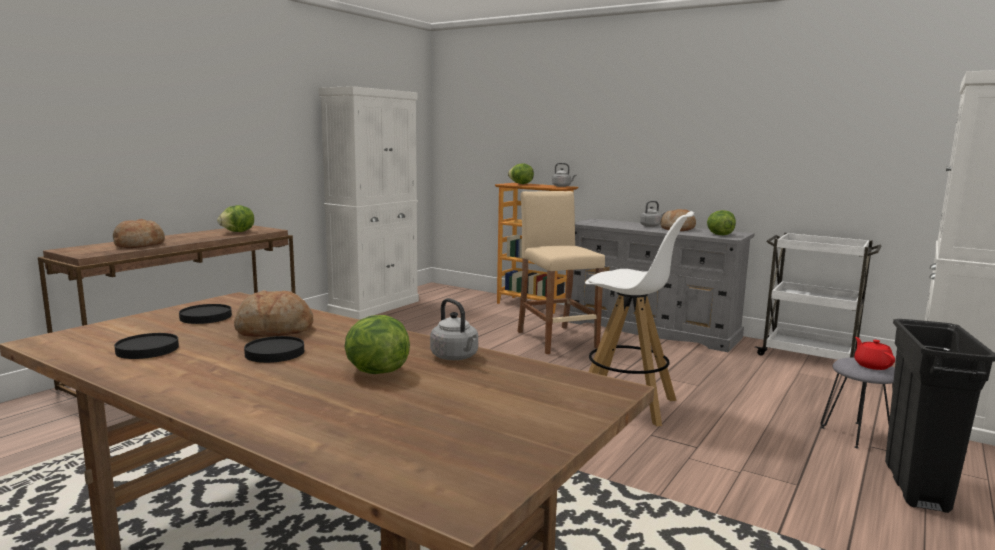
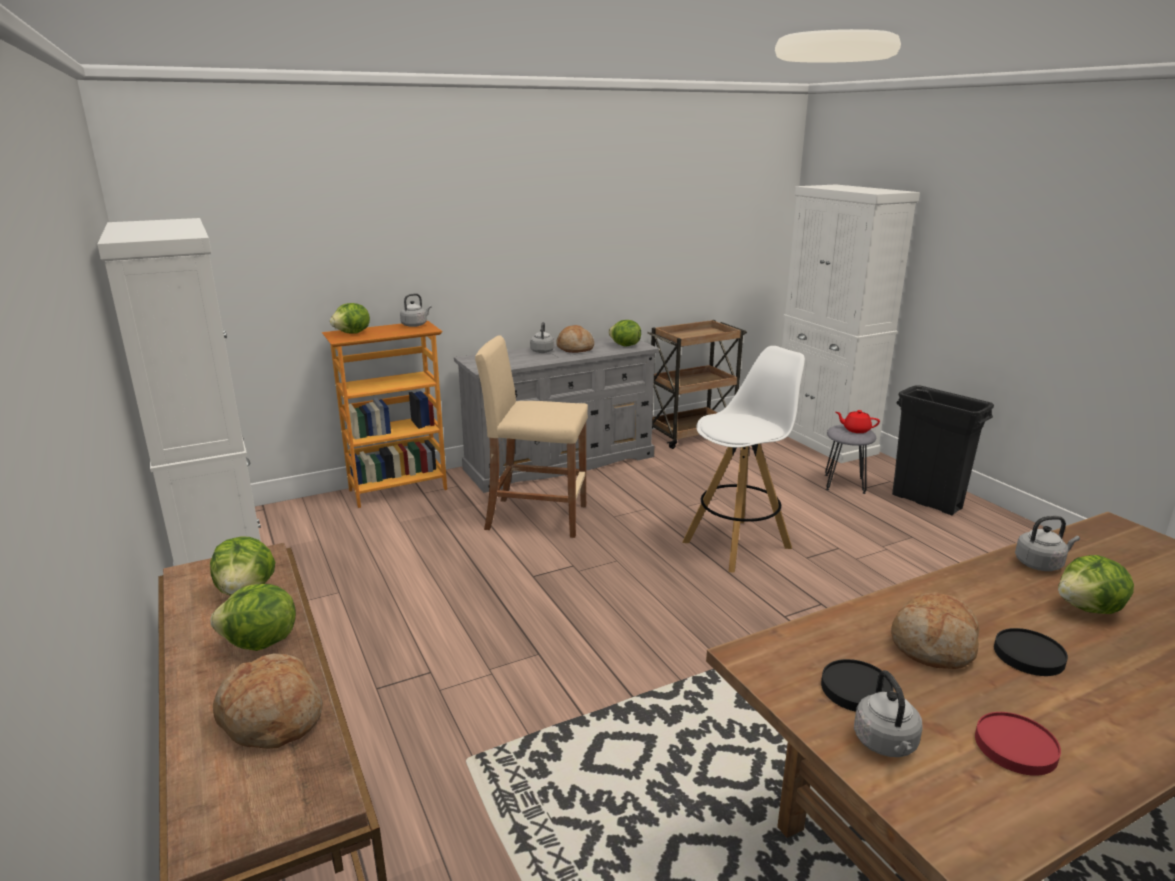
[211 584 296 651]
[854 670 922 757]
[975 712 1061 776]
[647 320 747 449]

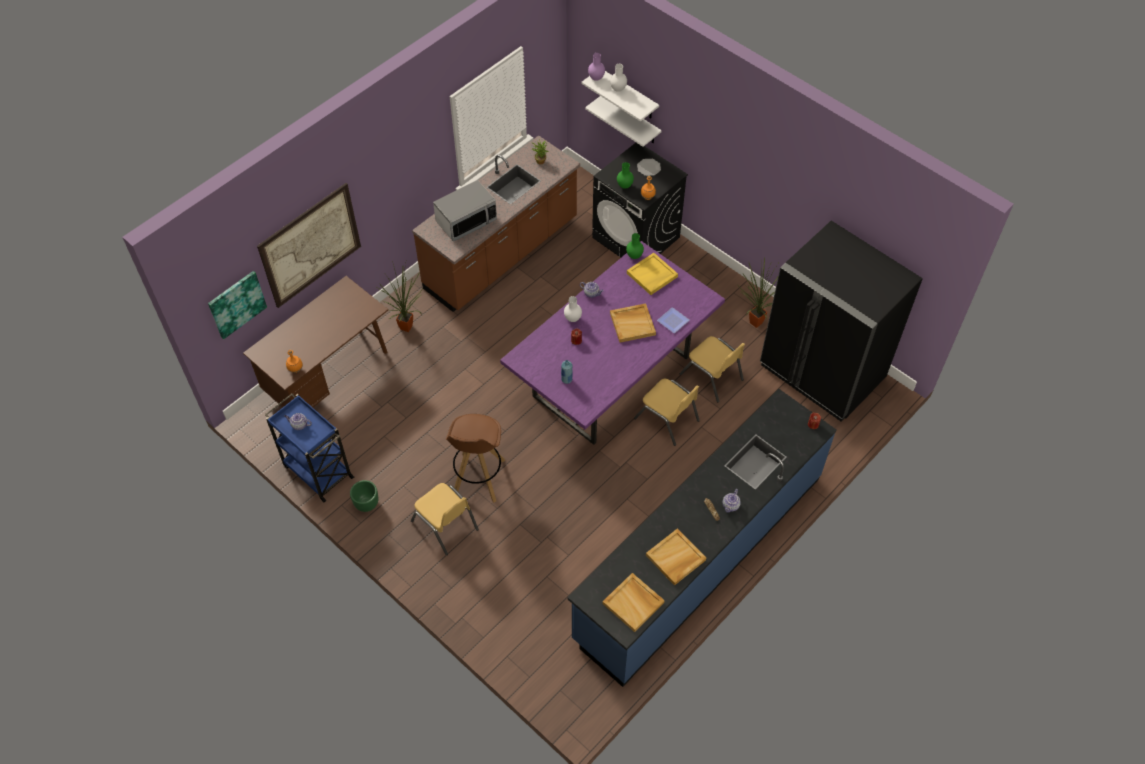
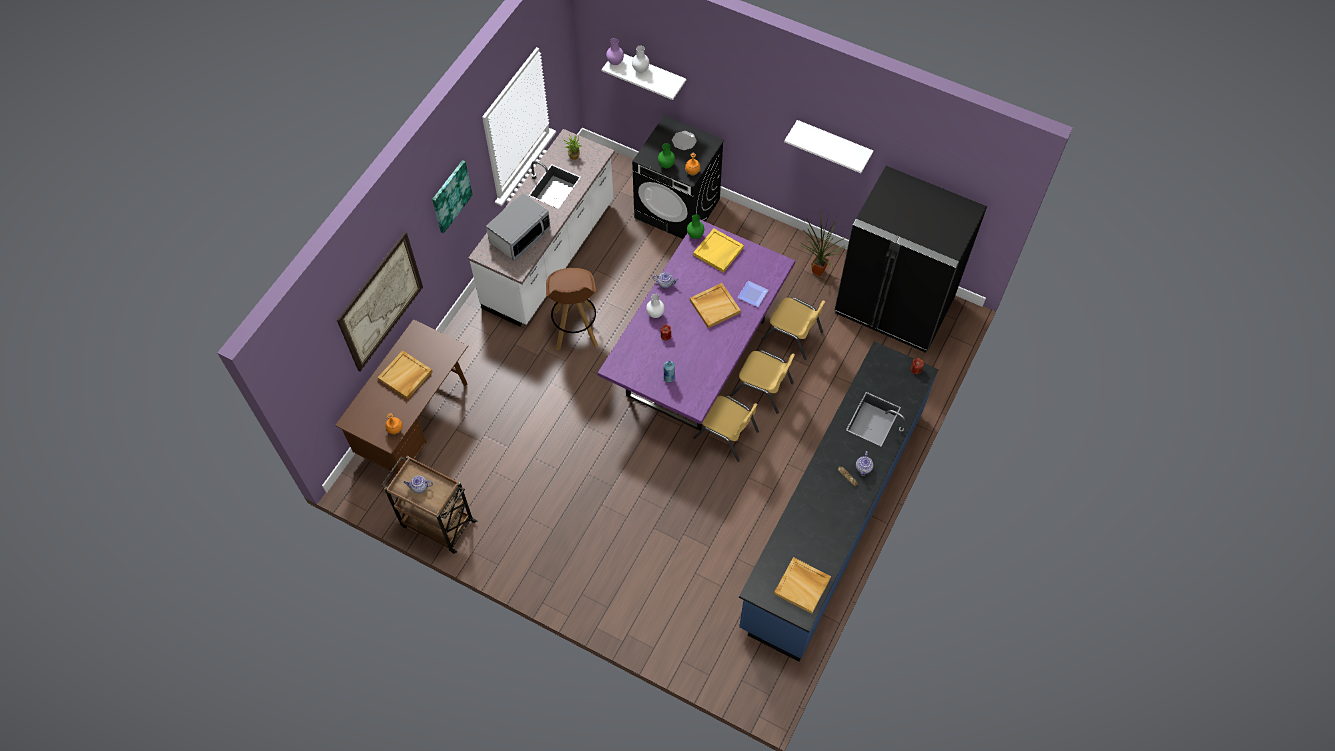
[350 480 378 512] (first image)
[375 259 423 332] (first image)
[432 160 473 234]
[693 396 759 462]
[546 268 598 351]
[784 120 874 173]
[377 350 433 399]
[381 455 477 554]
[468 129 615 327]

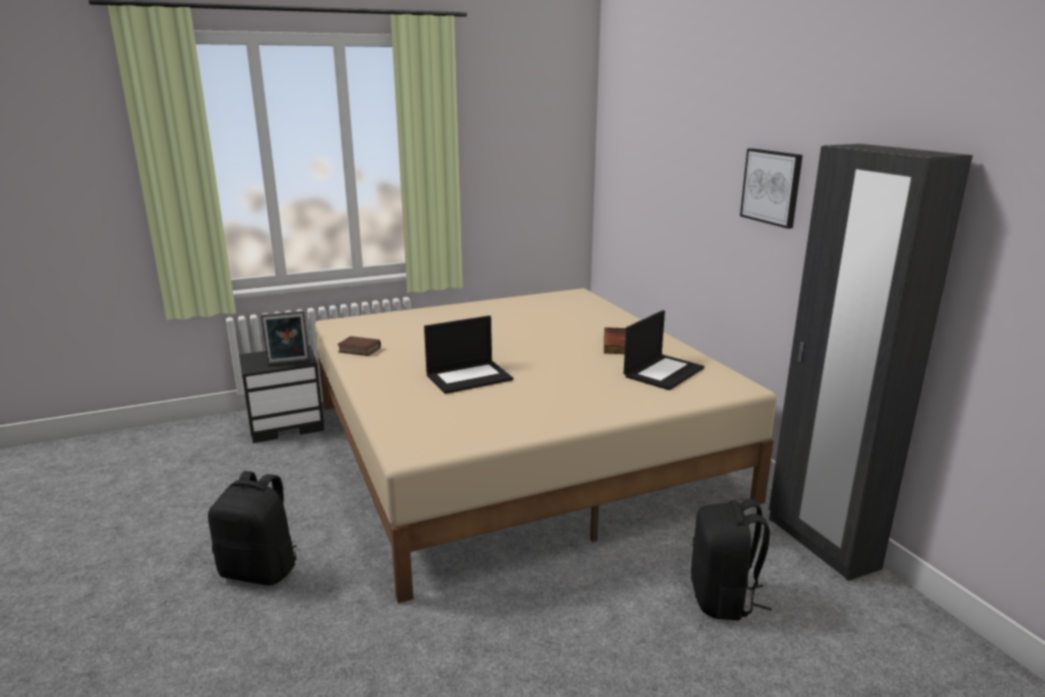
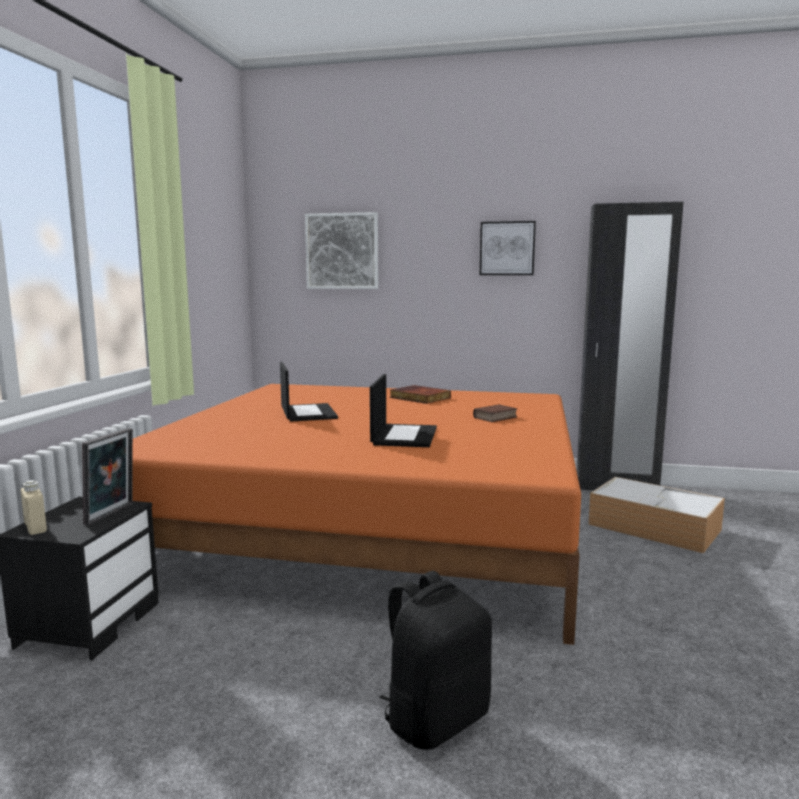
[21 480 47 535]
[305 212 378 289]
[473 405 517 422]
[280 362 338 422]
[588 477 725 553]
[132 384 581 645]

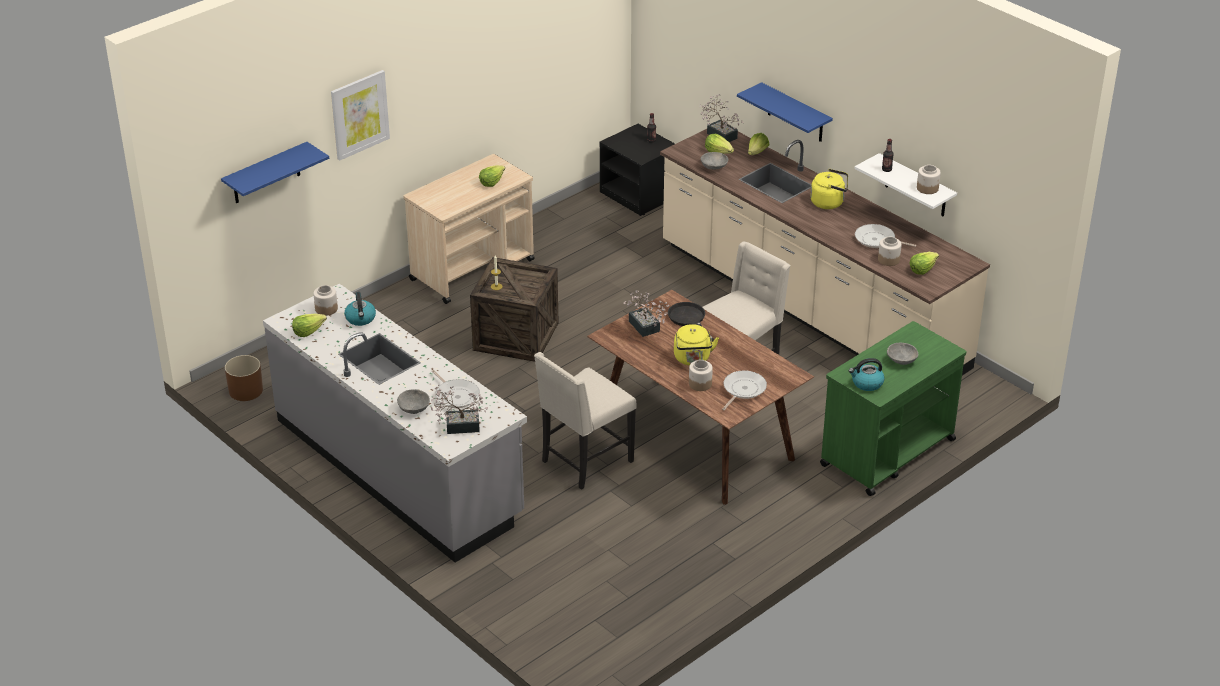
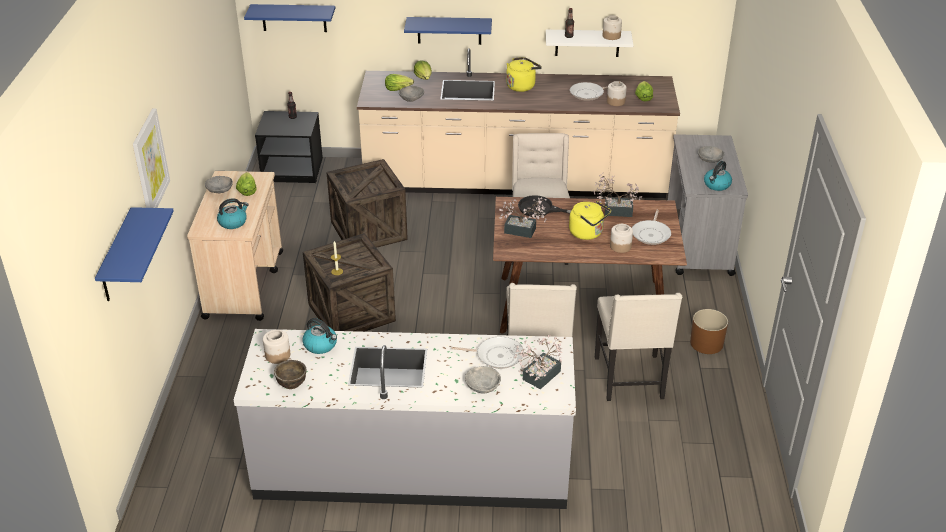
[205 176 233 193]
[217 198 249 229]
[244 4 335 32]
[326 159 408 248]
[595 293 682 401]
[690 309 728 354]
[593 173 642 217]
[274 360 307 389]
[667 134 748 276]
[632 210 671 245]

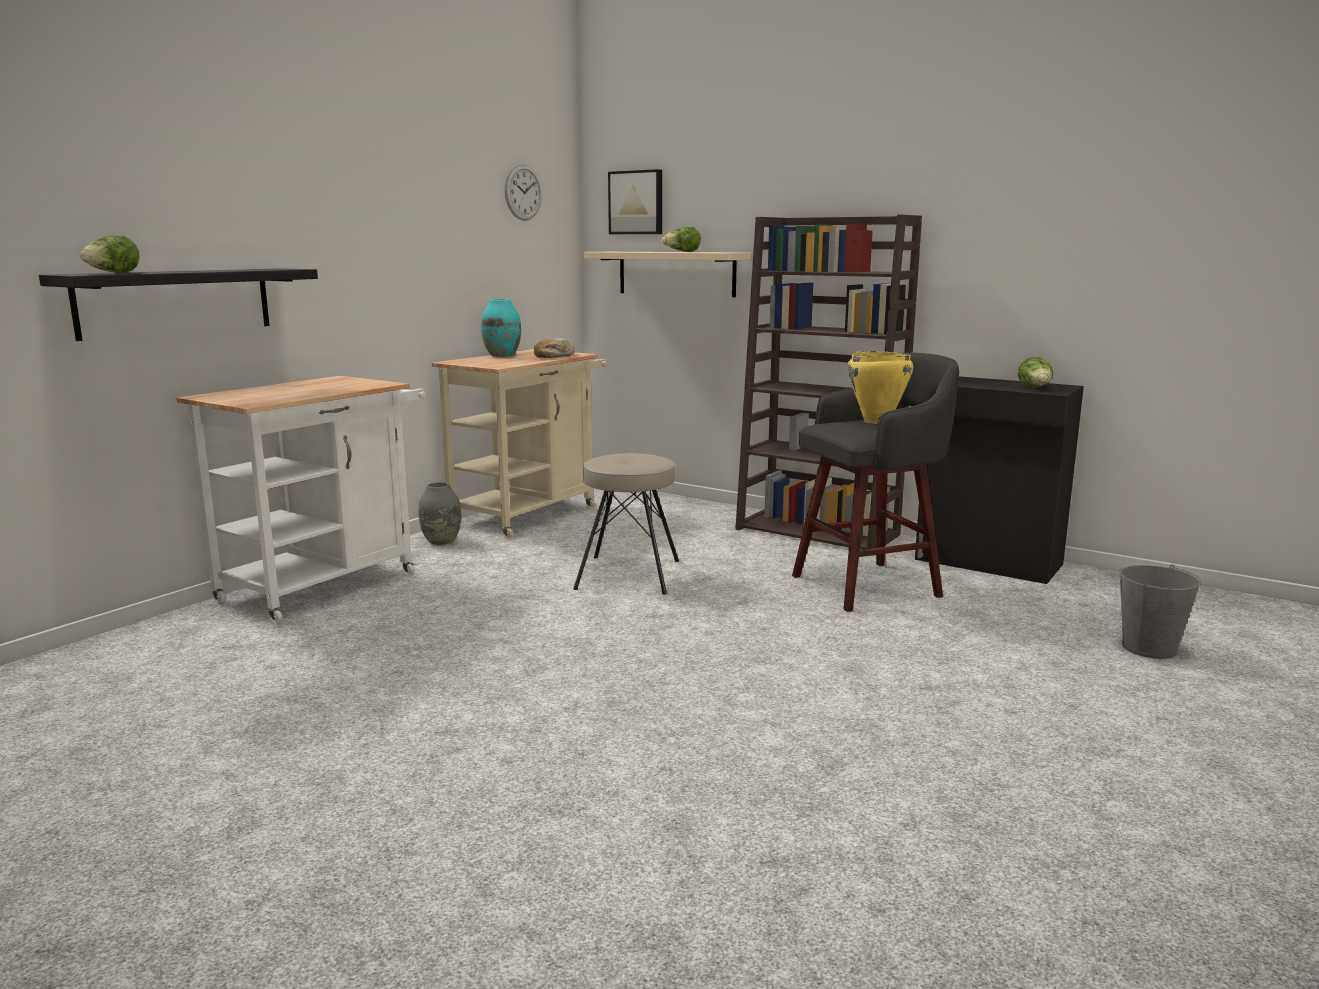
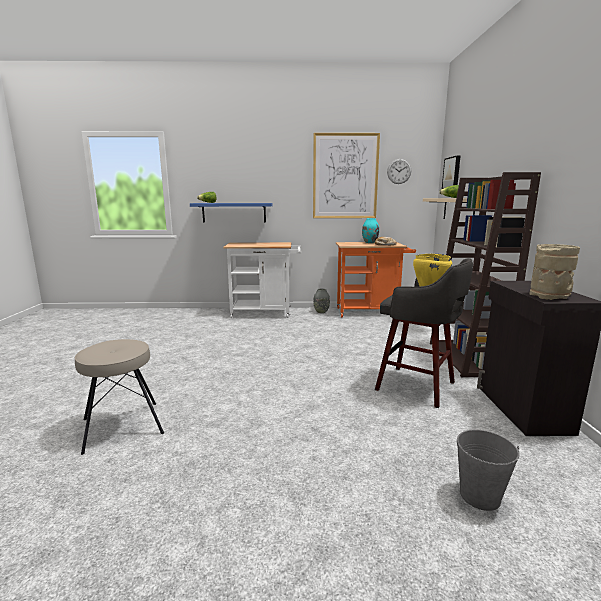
[313 133 380 218]
[75 339 164 455]
[530 244 580 300]
[190 203 273 223]
[336 242 416 318]

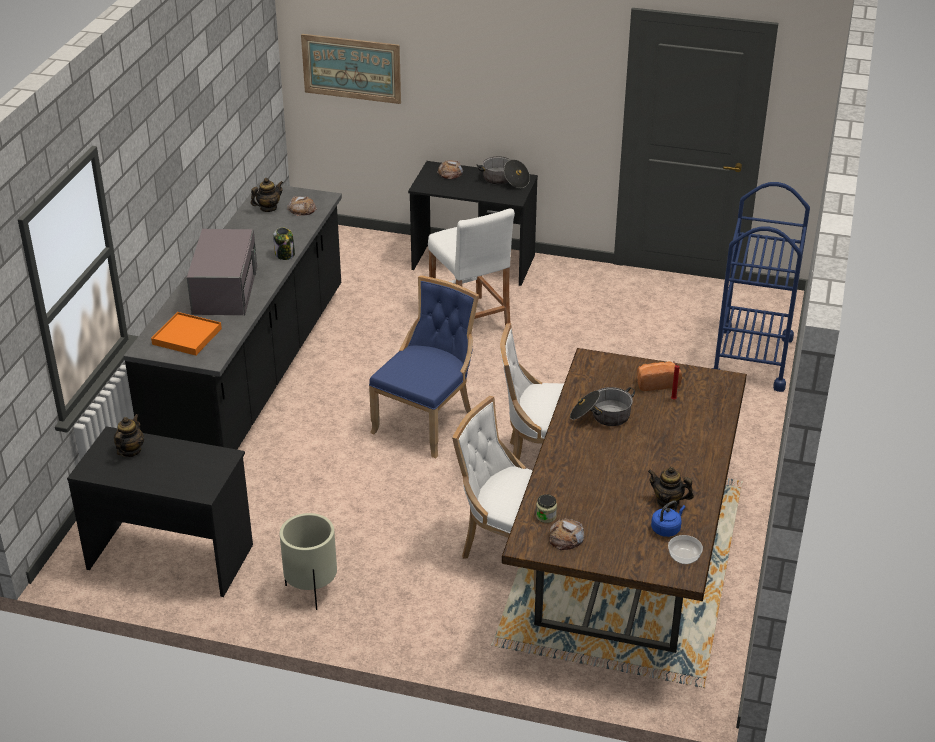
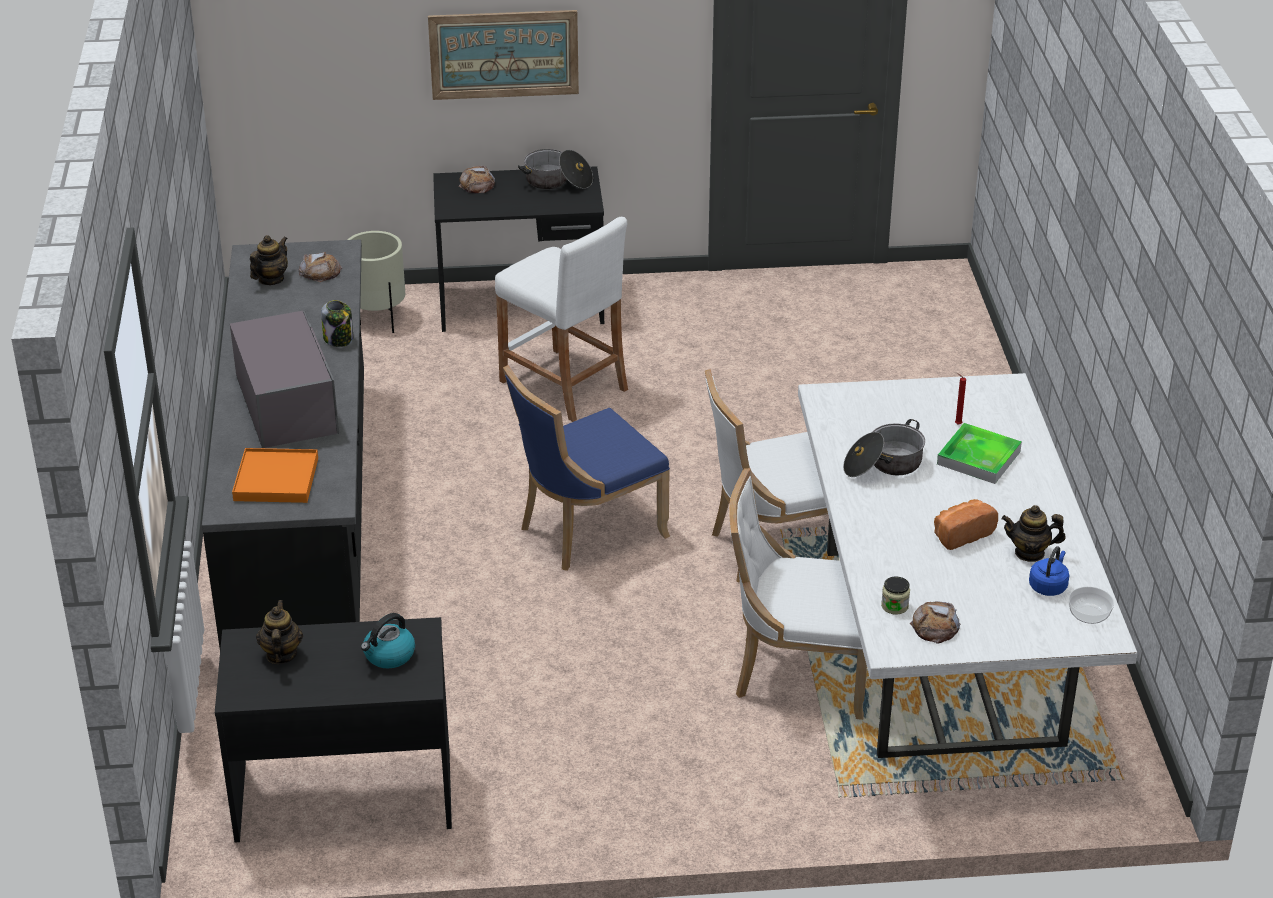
[712 182 810 392] (first image)
[361 613 415 668]
[937 423 1022 484]
[347 231 405 333]
[428 10 579 100]
[934 499 998 550]
[798 373 1138 758]
[503 365 670 571]

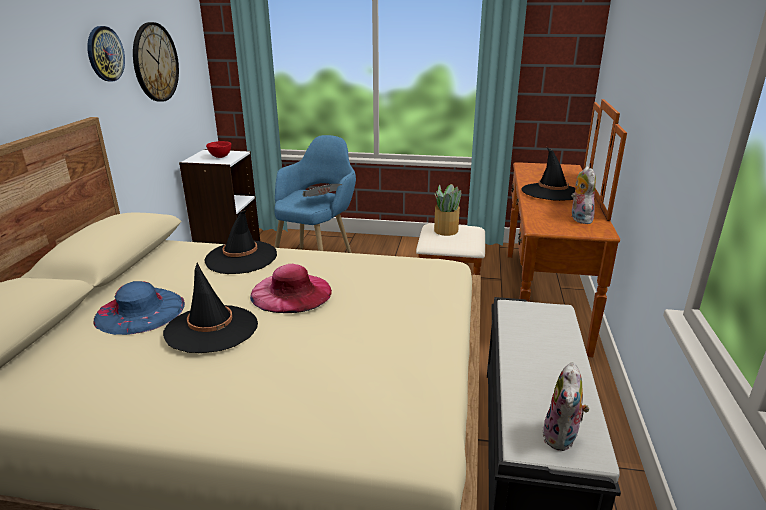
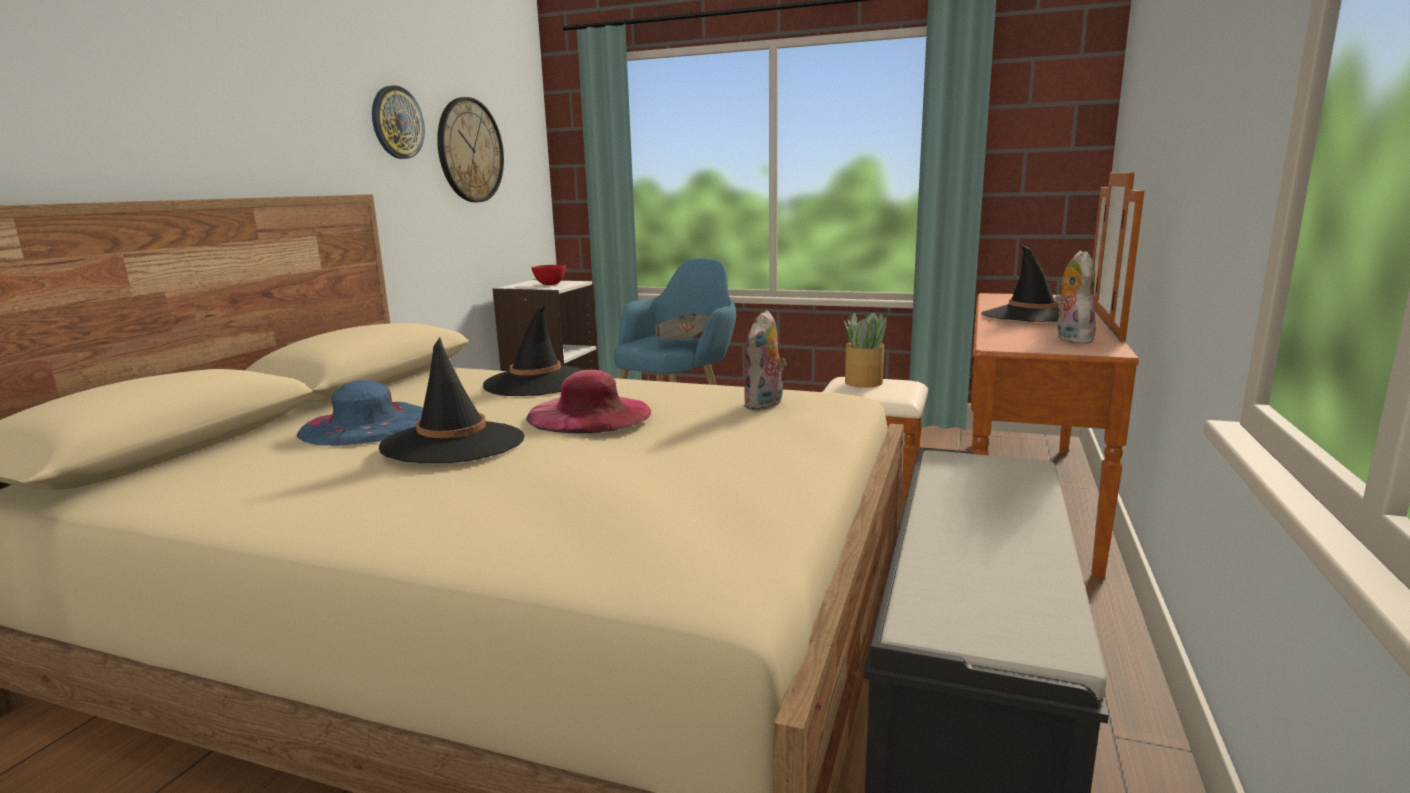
[743 310 786 411]

